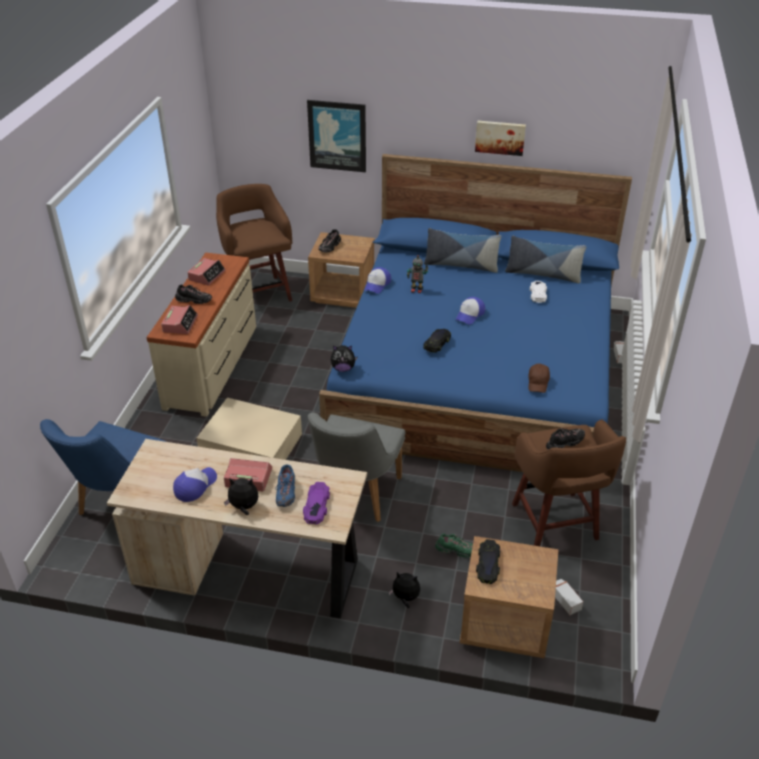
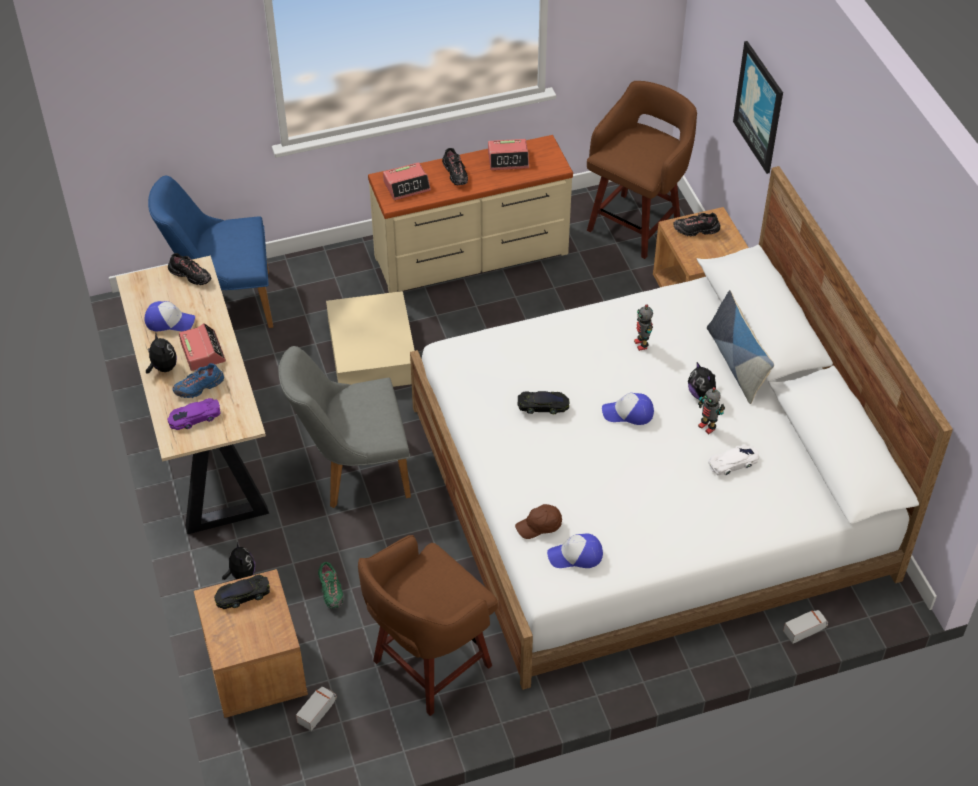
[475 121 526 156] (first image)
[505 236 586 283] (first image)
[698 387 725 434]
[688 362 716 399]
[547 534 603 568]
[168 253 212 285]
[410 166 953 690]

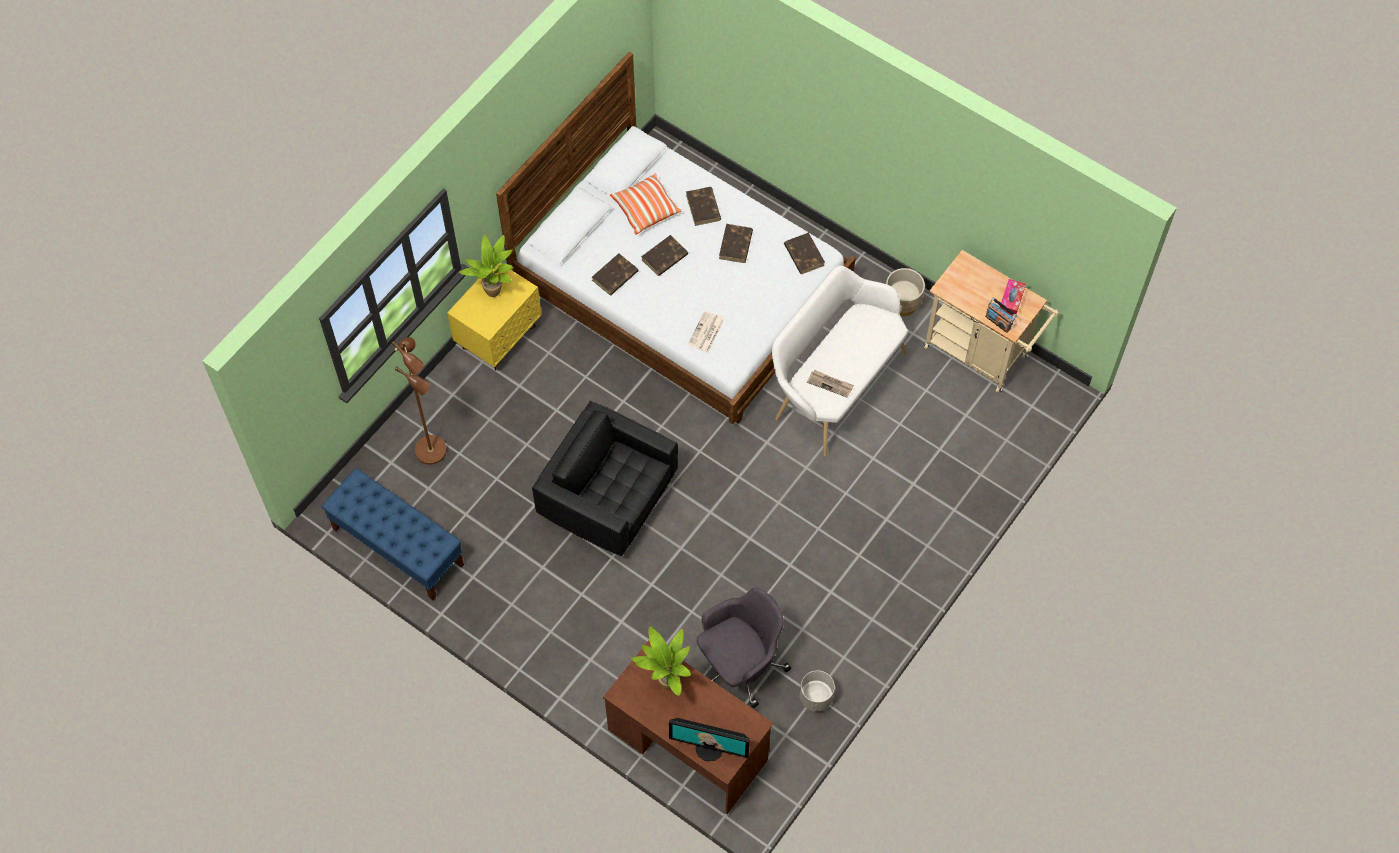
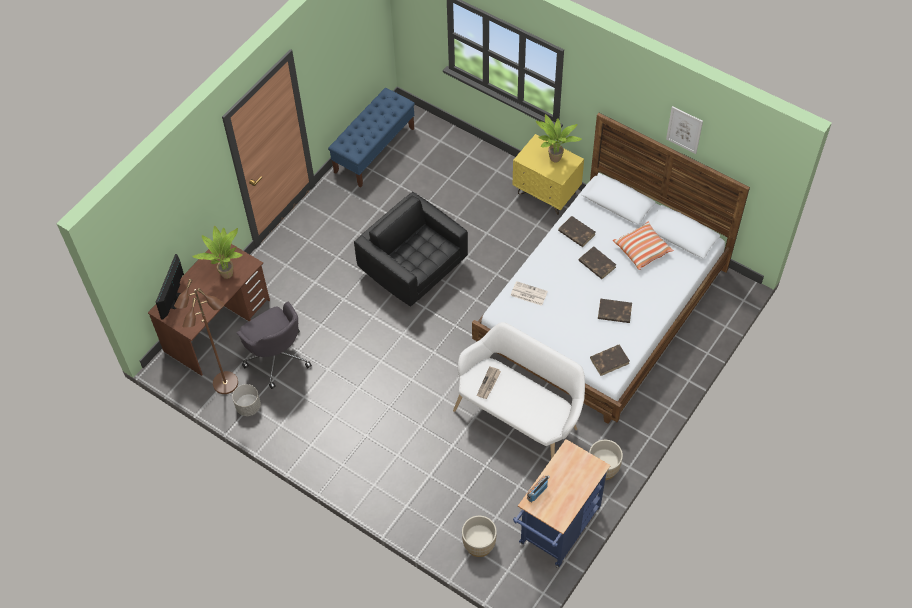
[686 187 721 226] (first image)
[1000 279 1026 316] (first image)
[462 516 497 557]
[666 106 703 154]
[174 279 238 394]
[513 439 611 567]
[354 191 468 307]

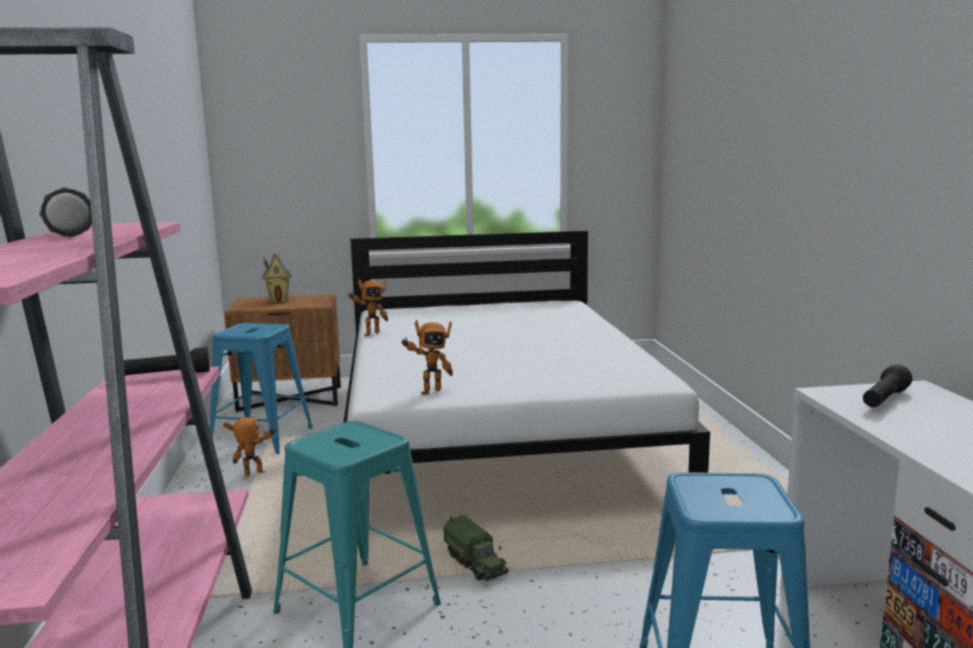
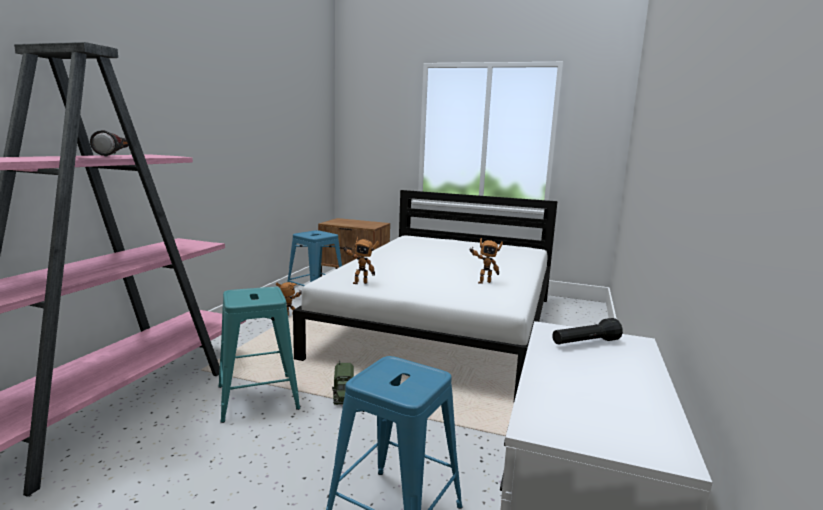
[123 347 210 375] (first image)
[262 251 292 303] (first image)
[469 238 503 284]

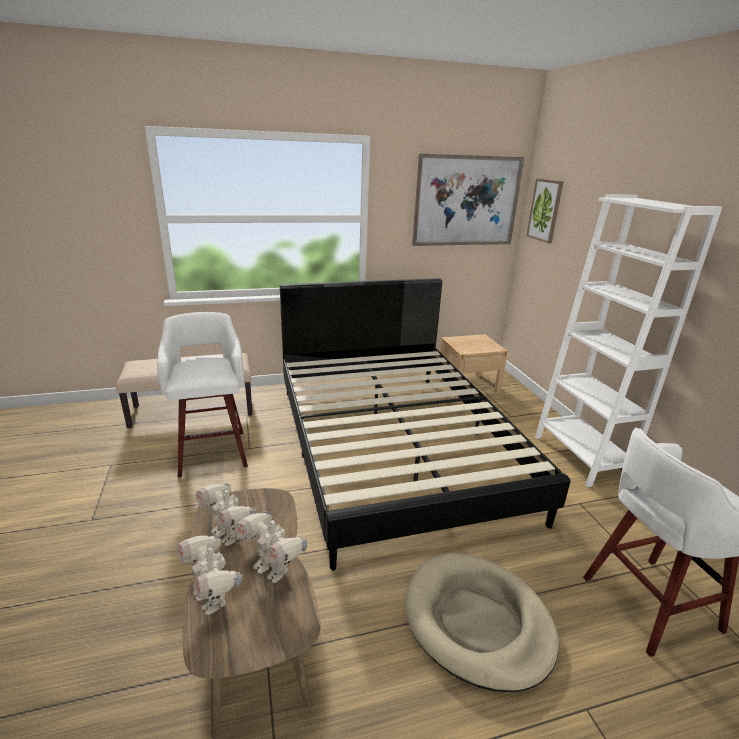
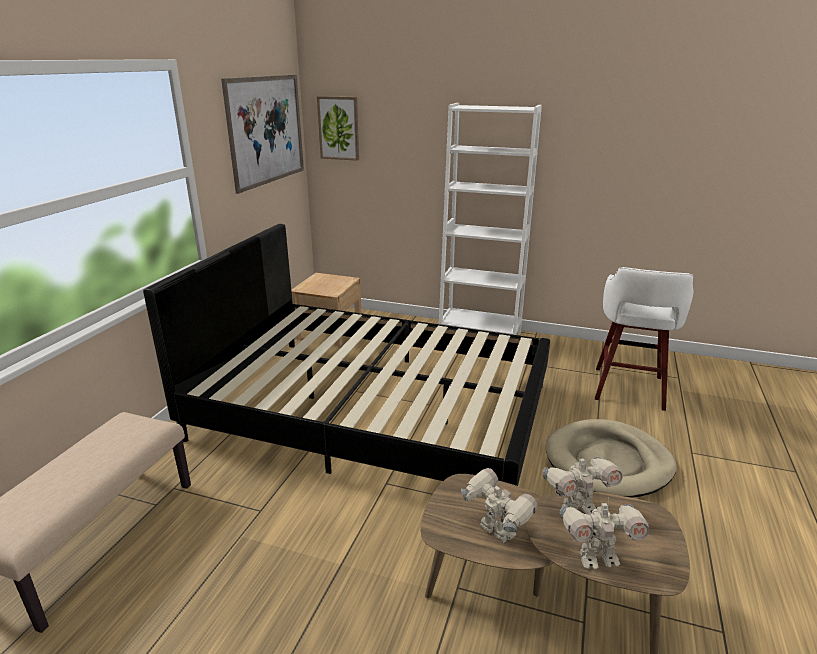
[157 312 248 478] (first image)
[461 468 538 543]

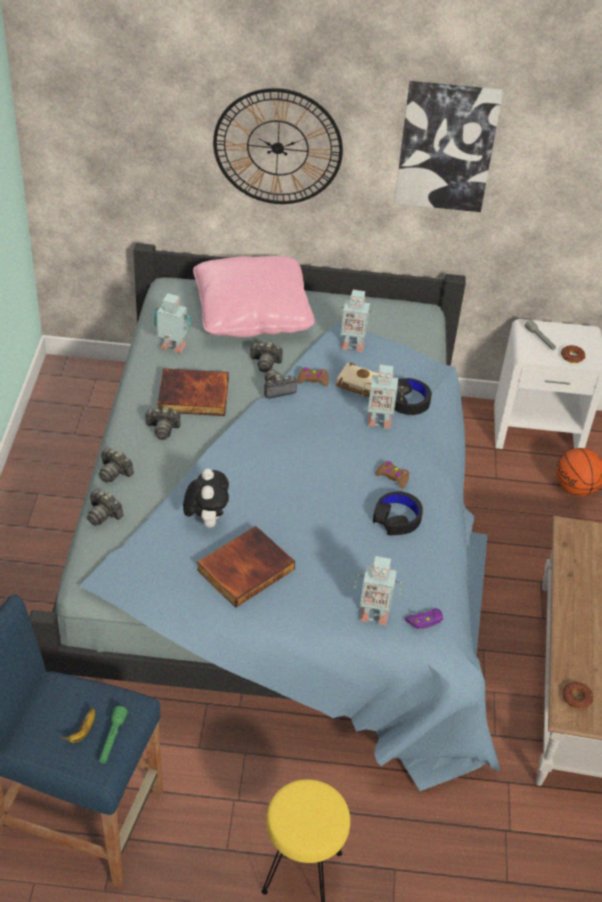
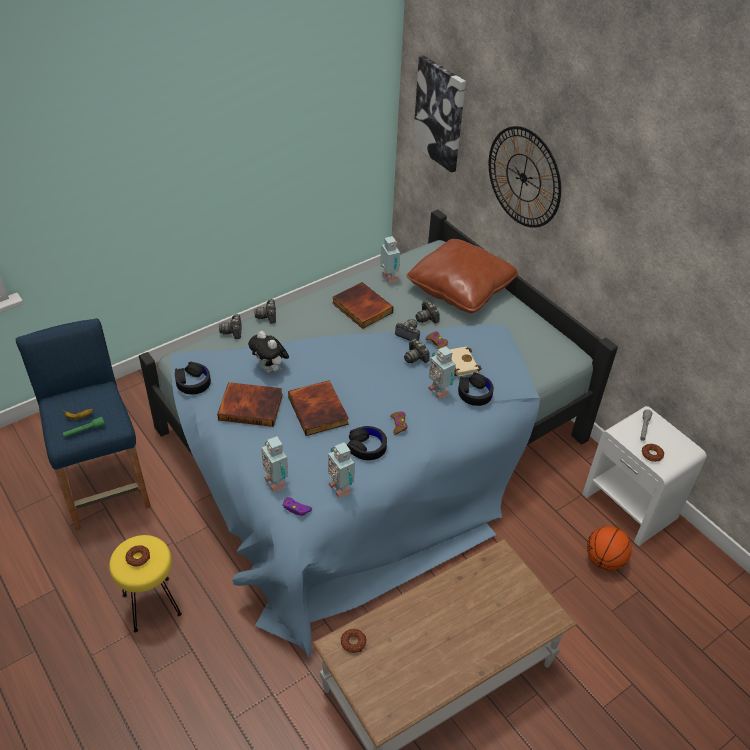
[125 545 150 567]
[175 362 211 394]
[288 380 349 436]
[404 339 429 363]
[328 442 355 498]
[413 55 466 173]
[406 239 518 313]
[248 331 289 373]

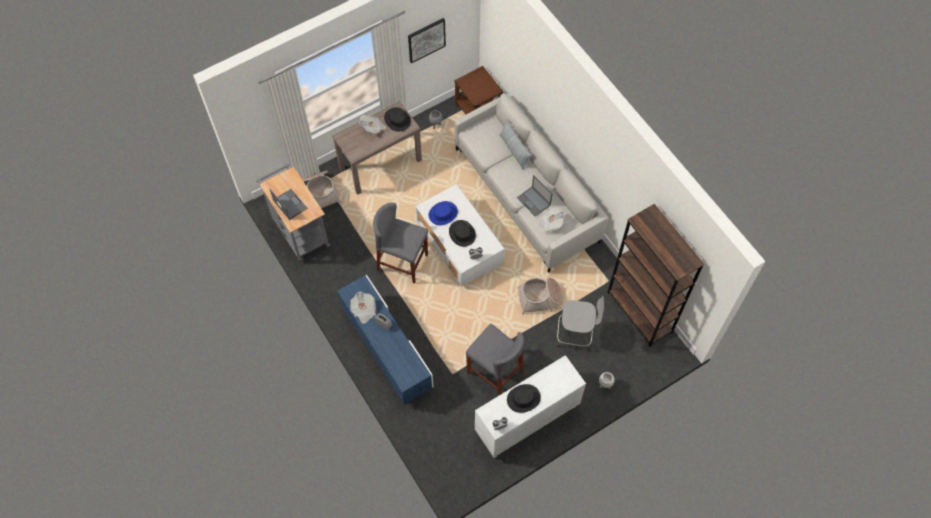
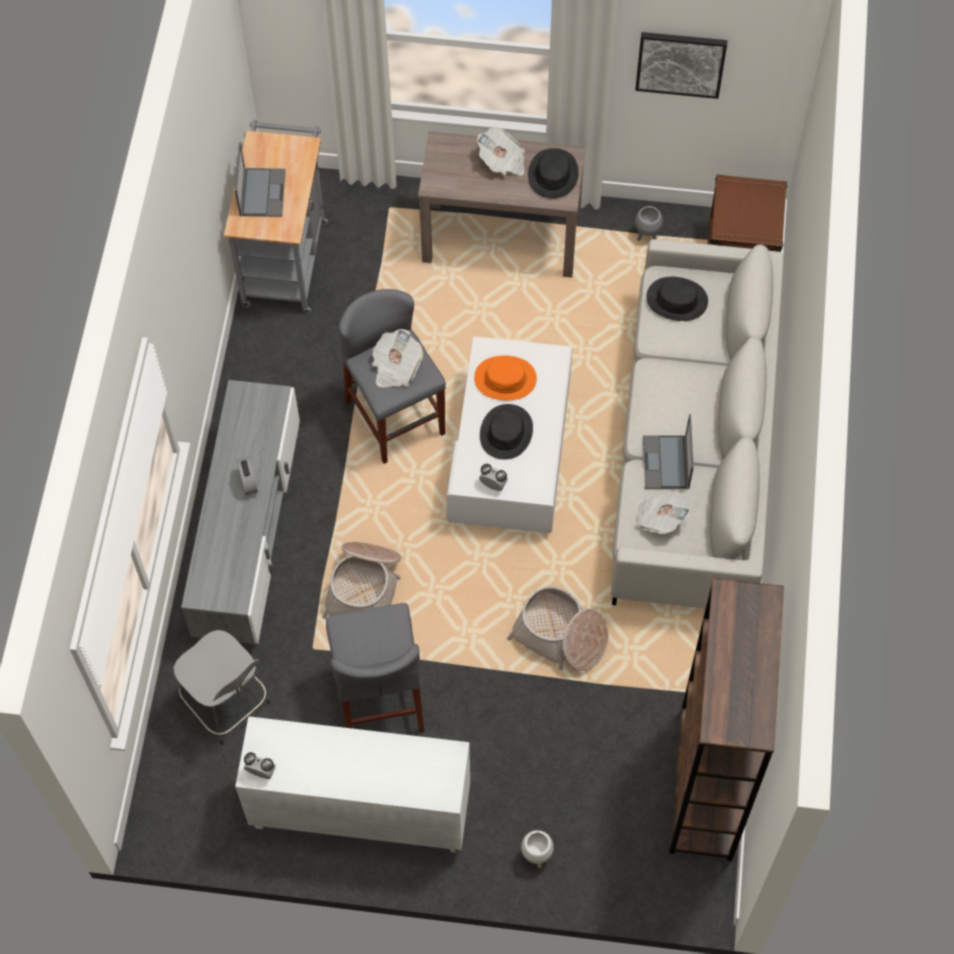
[499 119 531 170] (first image)
[322 542 401 619]
[372 329 423 387]
[646 277 708 321]
[174 630 270 745]
[181 380 300 647]
[474 356 537 400]

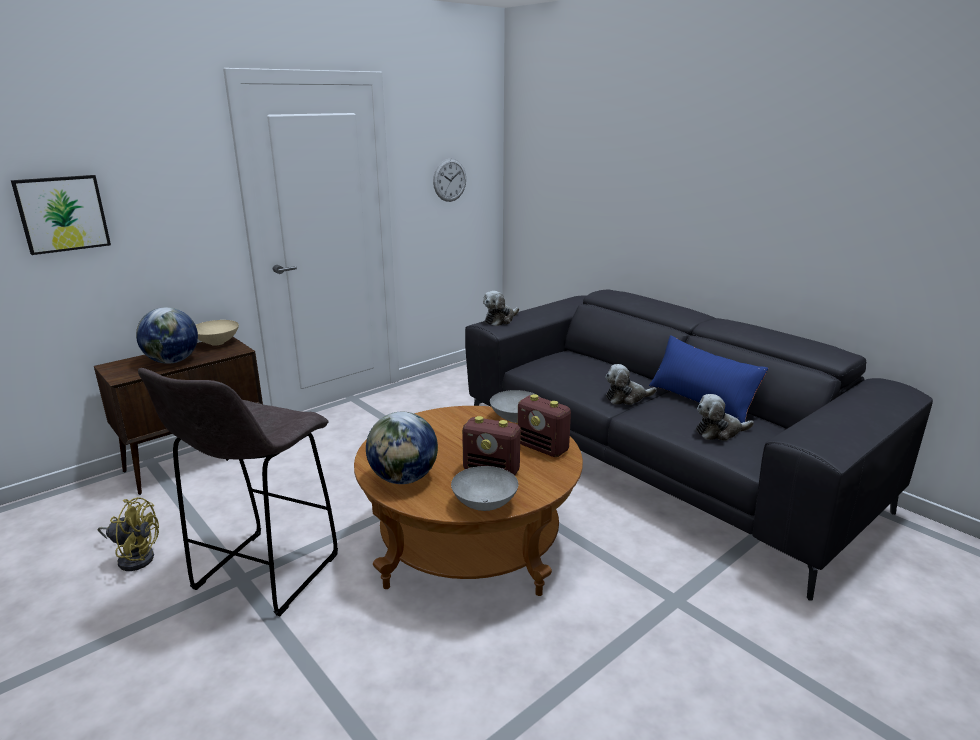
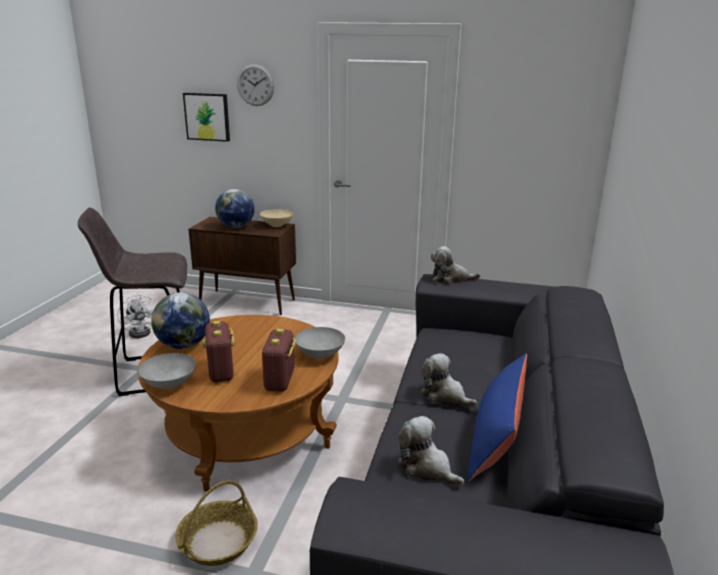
[175 480 258 566]
[237 64 274 106]
[117 293 156 338]

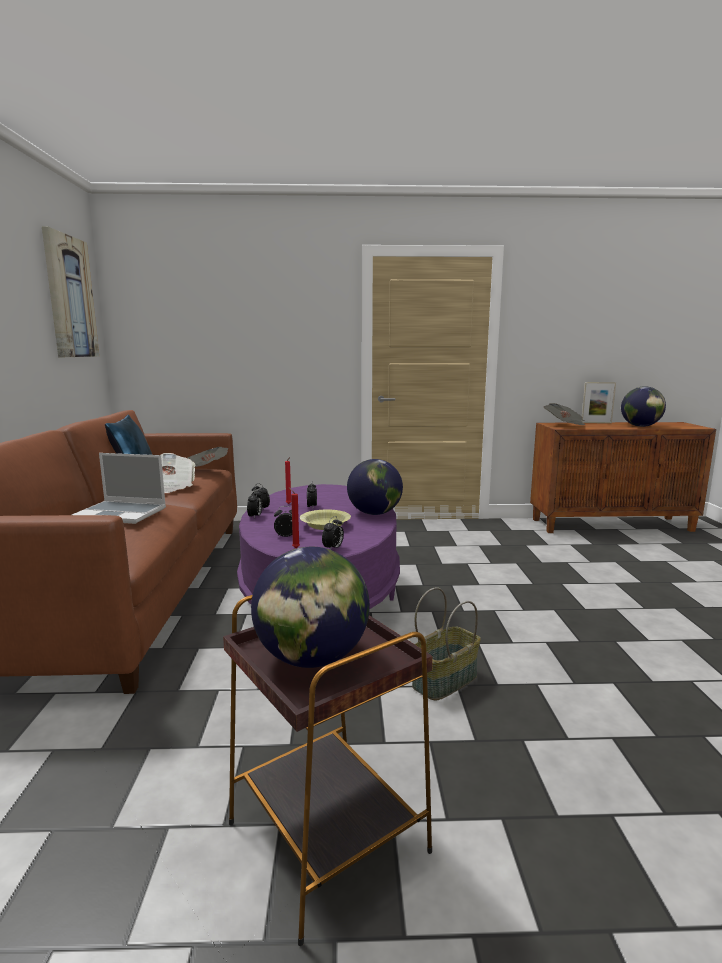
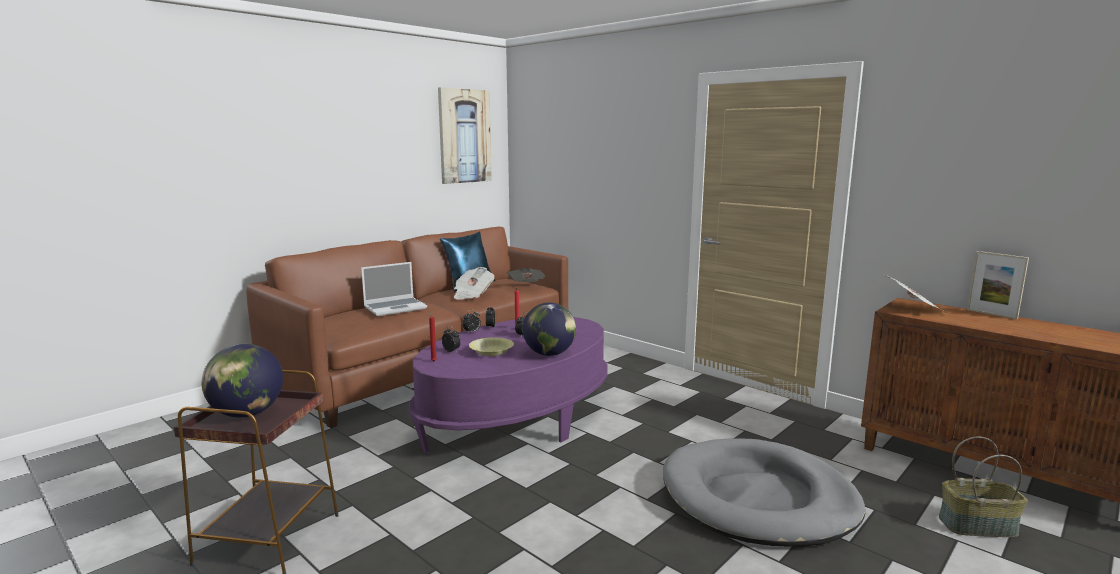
[322 516 344 550] (first image)
[621 386 666 427] (first image)
[663 438 865 547]
[939 436 1027 537]
[361 262 427 316]

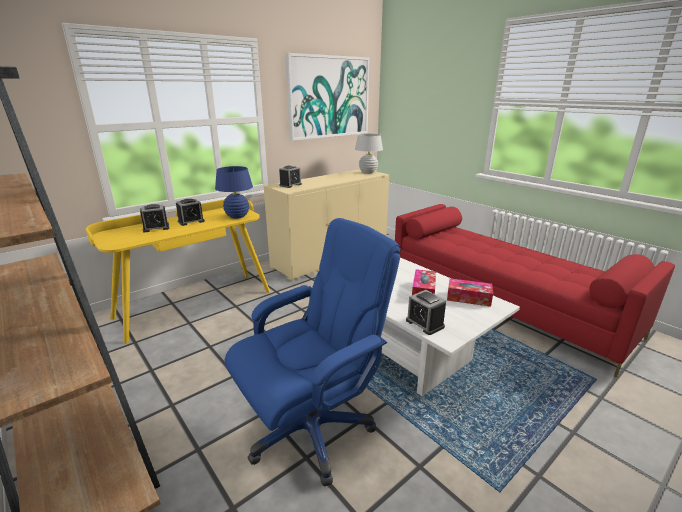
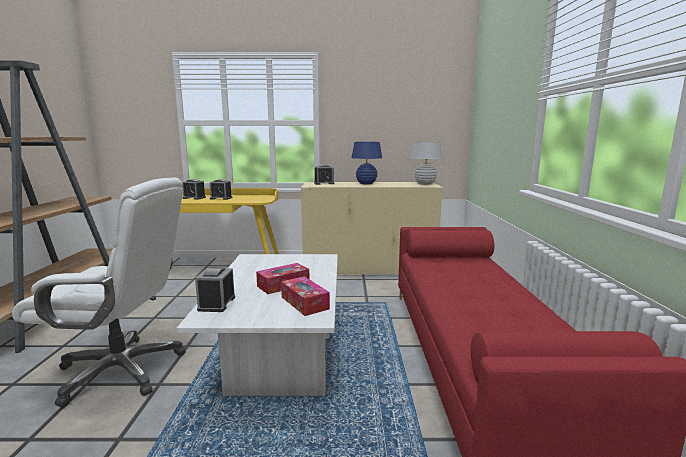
[285 53 369 141] (first image)
[351 142 382 185]
[12 177 186 407]

